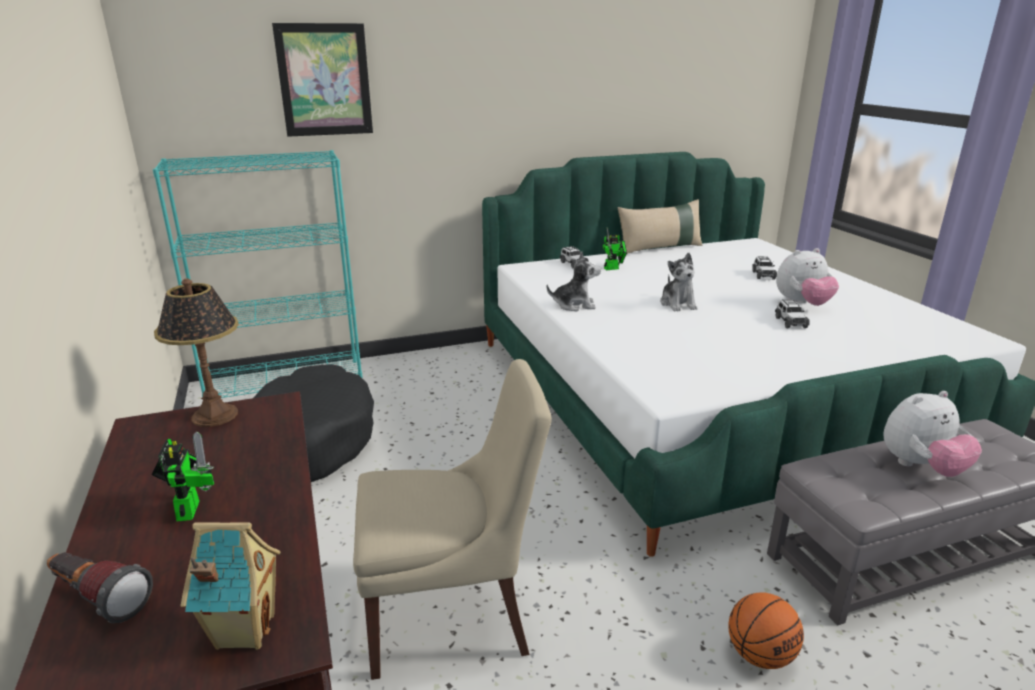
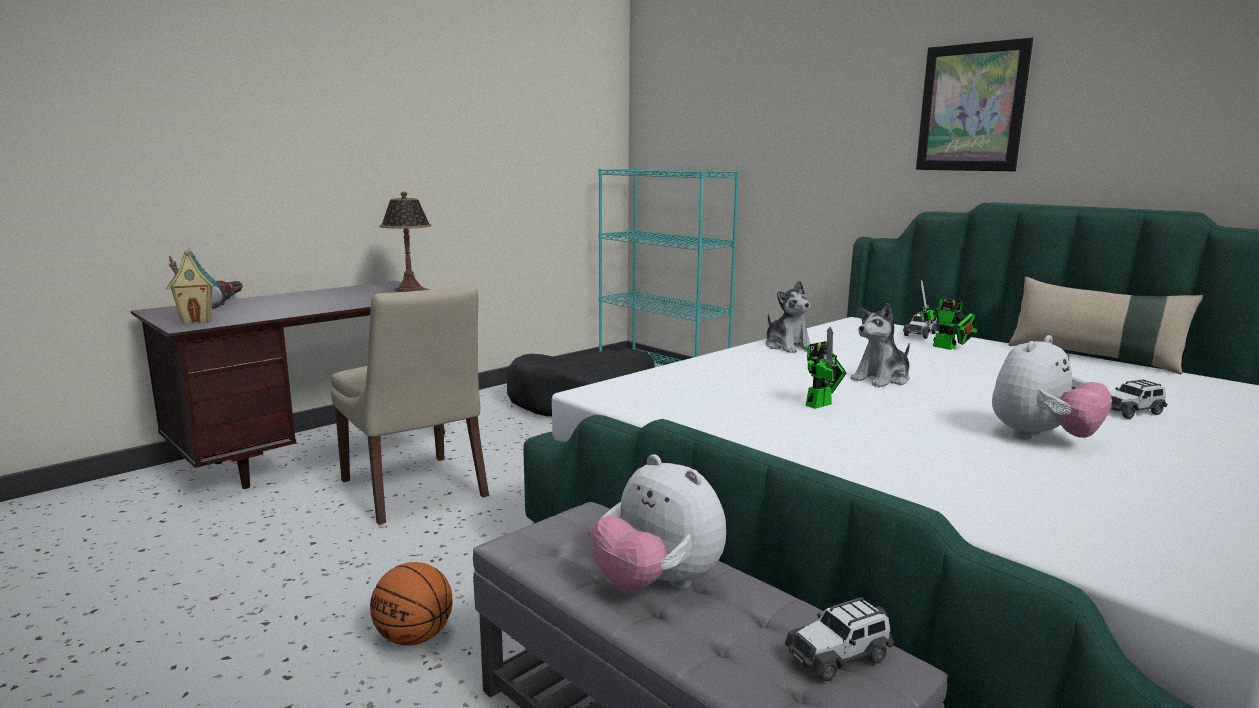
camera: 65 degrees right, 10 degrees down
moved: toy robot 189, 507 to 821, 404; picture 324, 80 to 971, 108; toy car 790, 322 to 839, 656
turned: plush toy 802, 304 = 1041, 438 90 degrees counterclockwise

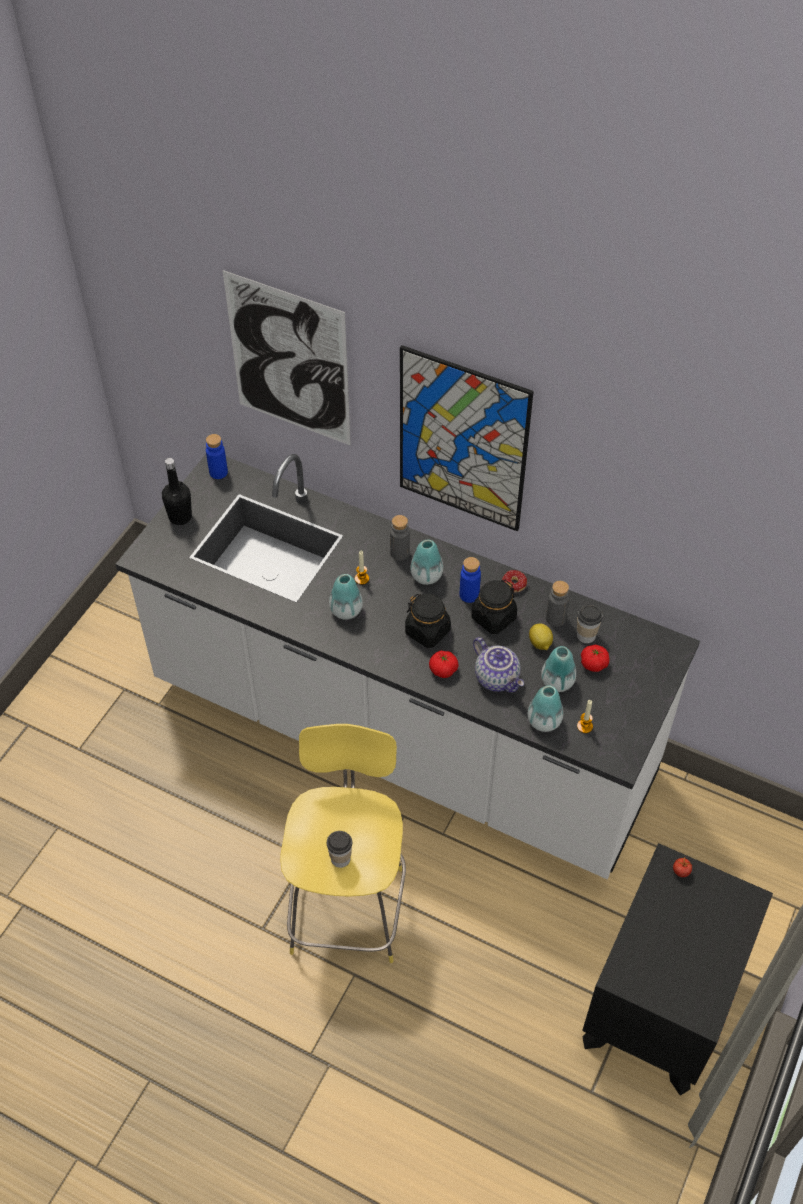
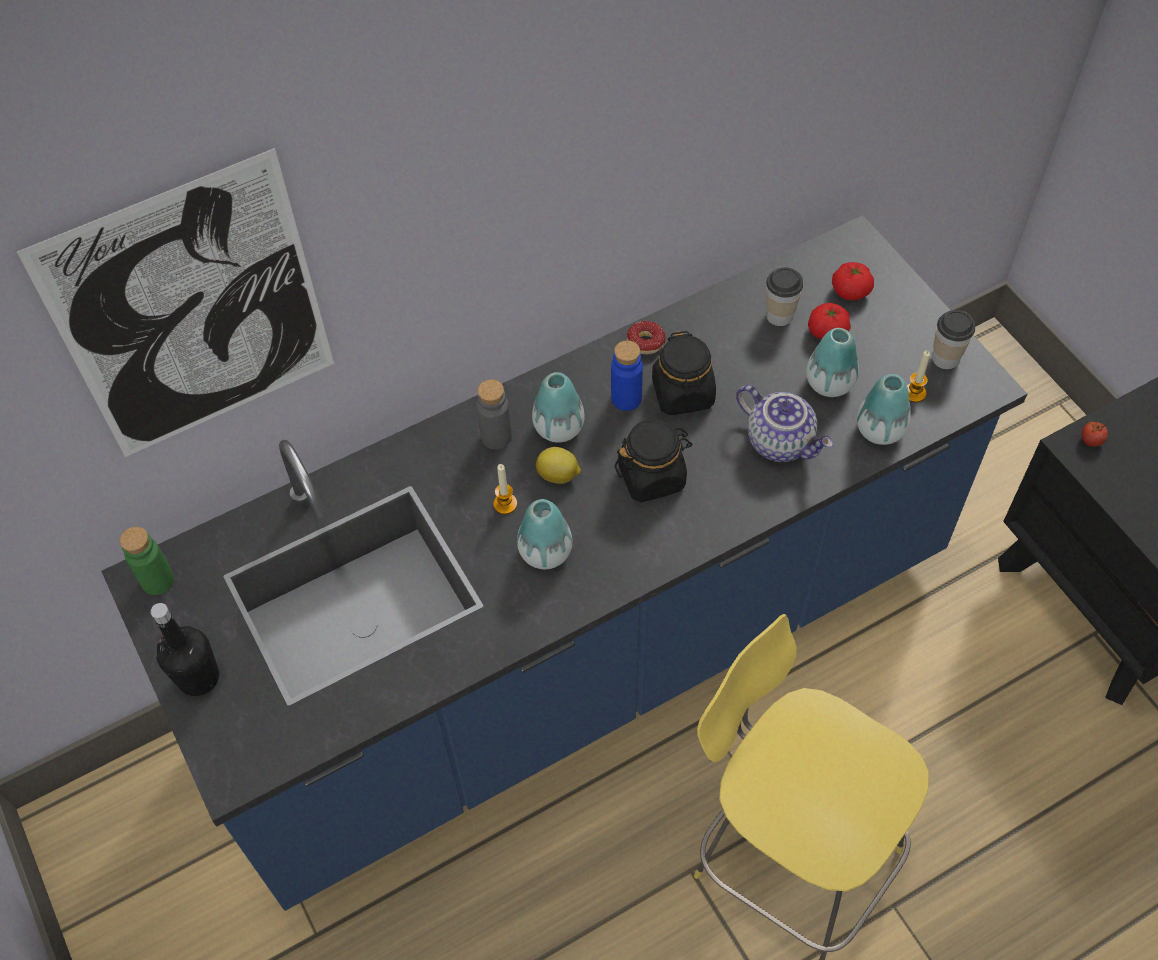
camera: 55 degrees left, 5 degrees up
removed: picture 462, 441; bottle (grey) 555, 618
moved: cup 340, 859 to 945, 358; tomato 443, 670 to 850, 291; lemon 540, 644 to 558, 475
recoloured: counter (white) 401, 733 to counter (blue) 585, 651; bottle (blue) 218, 472 to bottle (green) 158, 580
turned: teapot 498, 678 = 781, 441 45 degrees clockwise

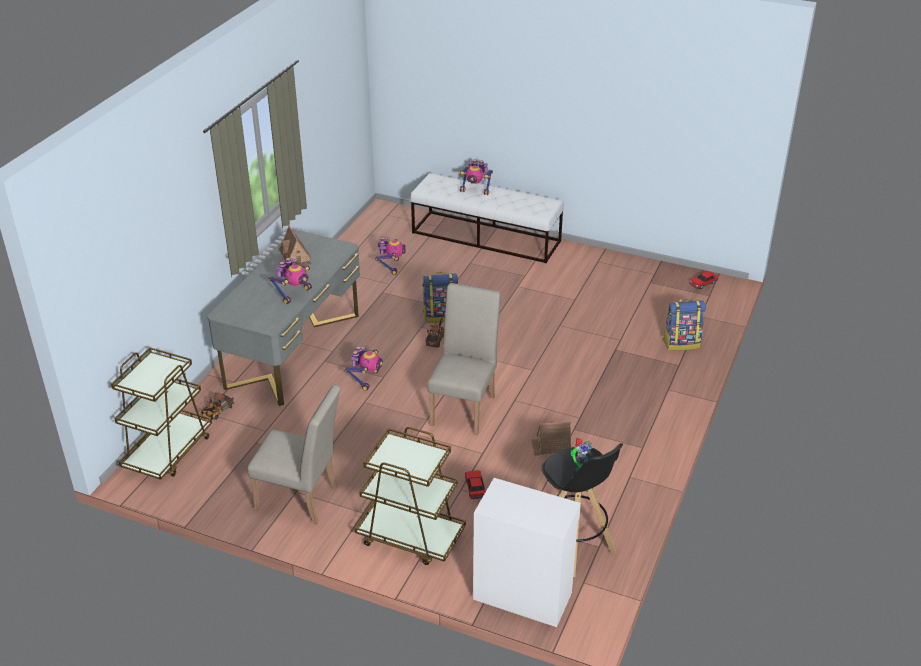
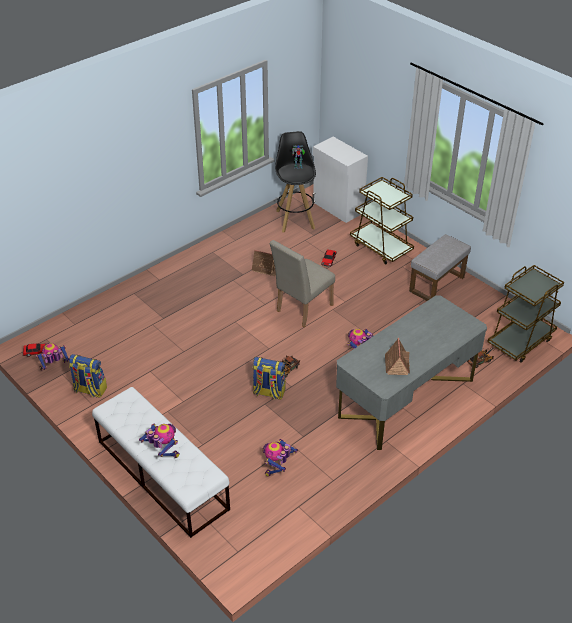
camera: 155 degrees left, 5 degrees up
moved: toy robot 294, 294 to 55, 368; backpack 681, 343 to 90, 390
replaced: chair (beige) 302, 500 to ottoman (grey) 436, 283

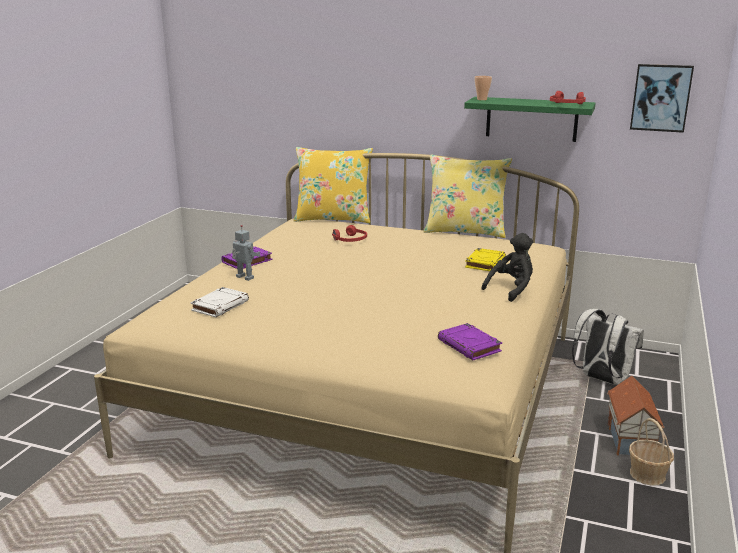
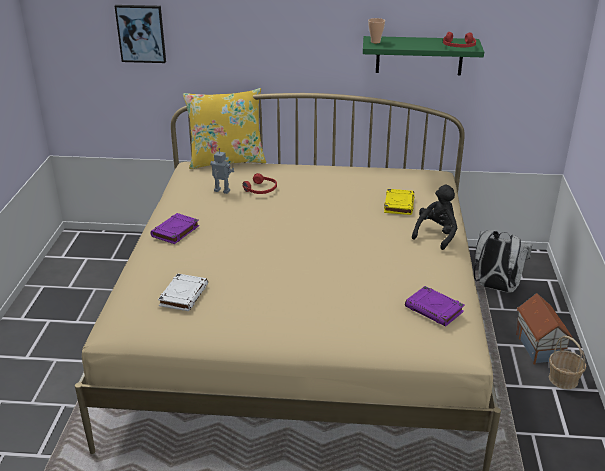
camera: 15 degrees left, 10 degrees up
removed: pillow (yellow) 465, 231
moved: toy robot 244, 278 to 221, 191; picture 661, 98 to 141, 33

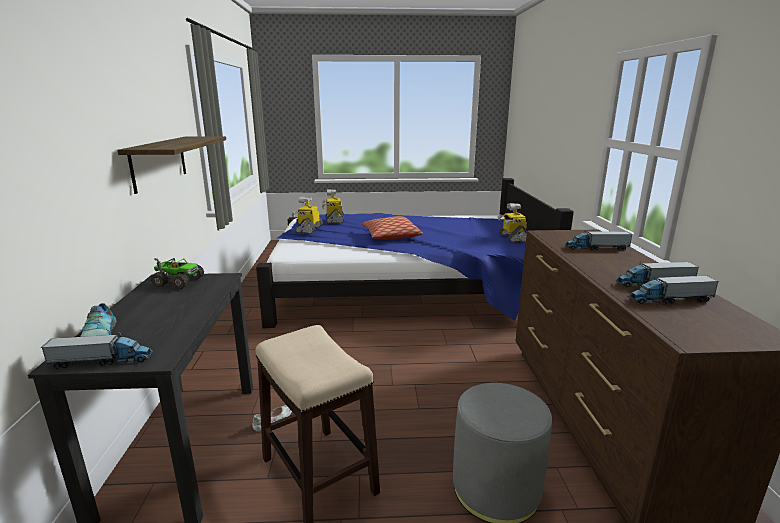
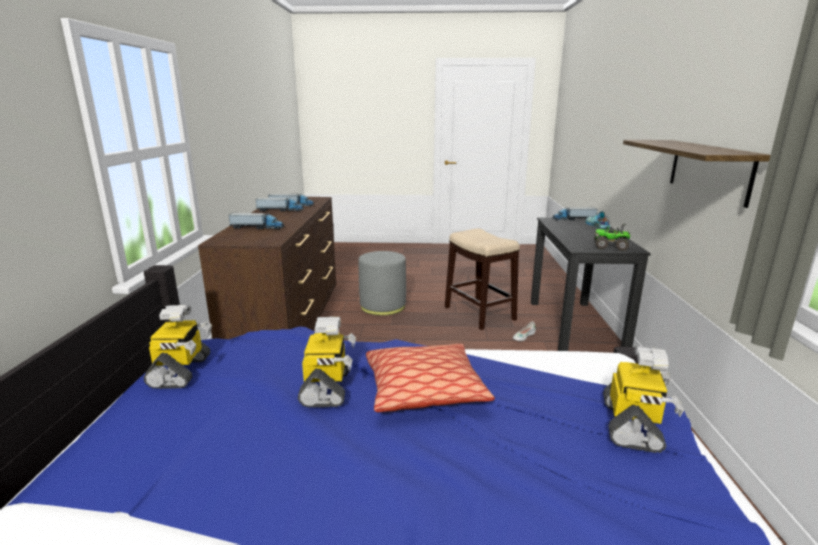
camera: 175 degrees left, 0 degrees up
moved: toy robot 334, 220 to 327, 388

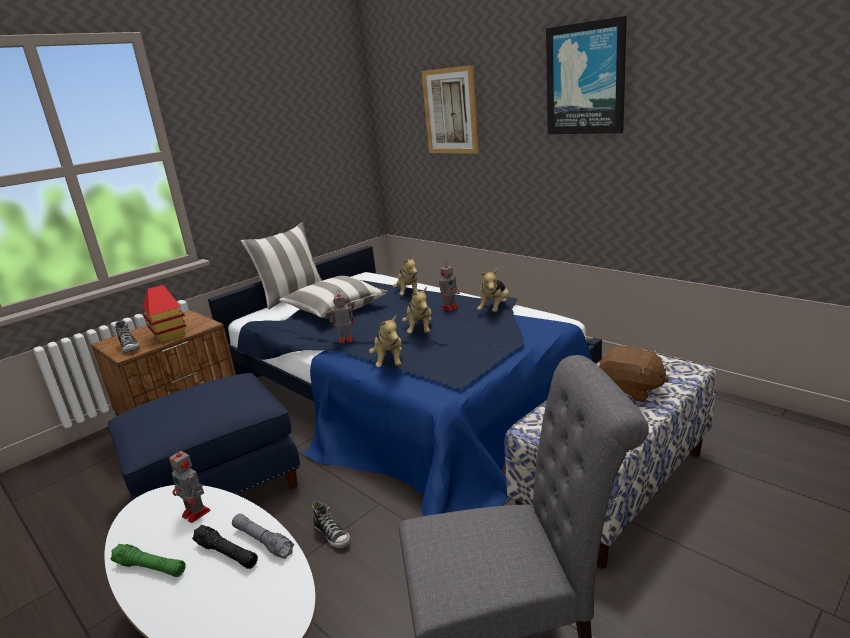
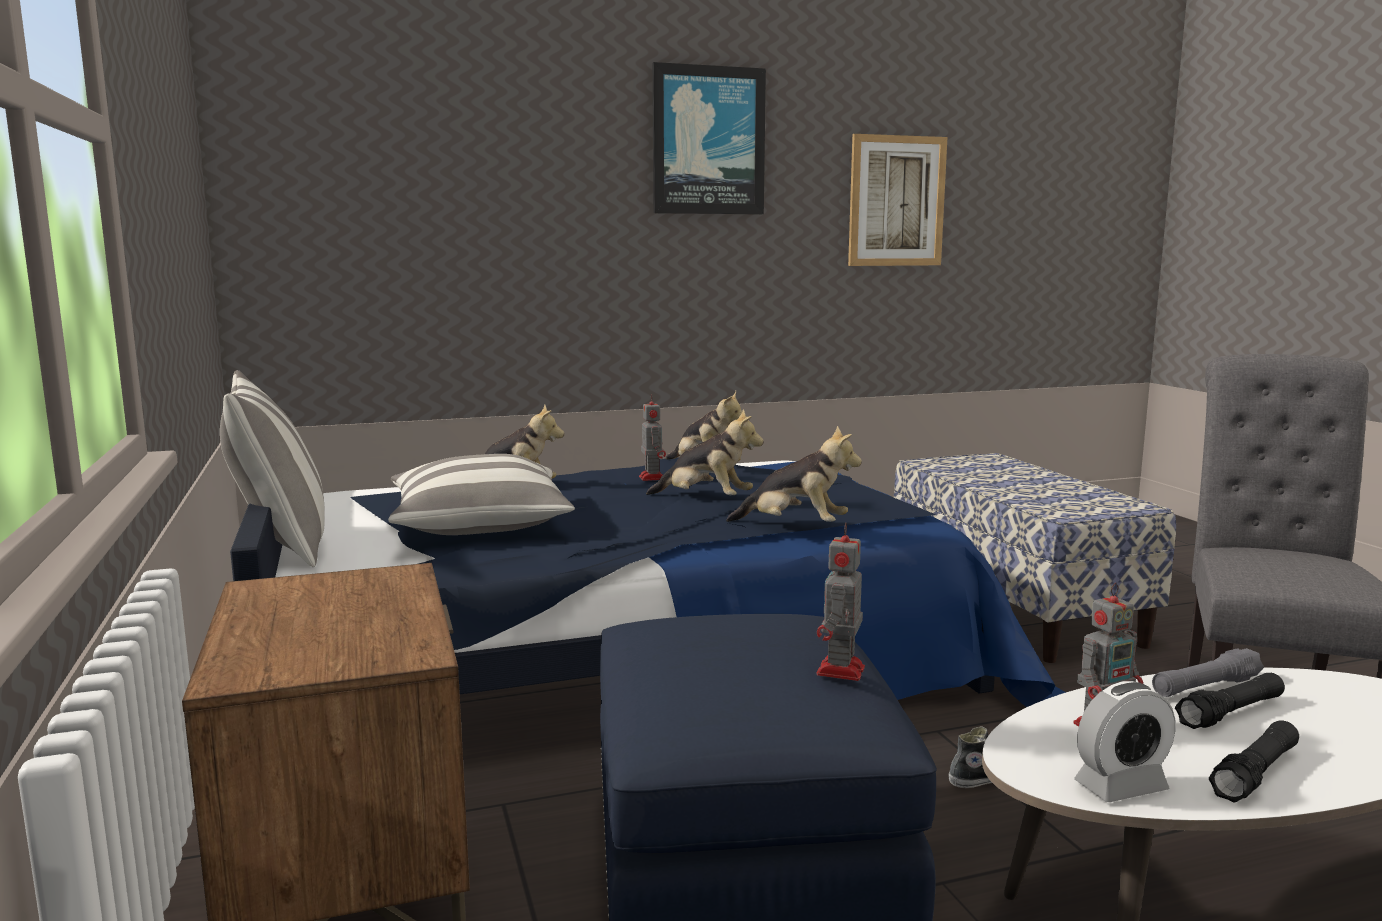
camera: 65 degrees left, 10 degrees down
removed: shoe 130, 347; toy house 169, 335; plush toy (brown) 630, 390
added: alarm clock 1121, 787
moved: toy robot 344, 339 to 840, 672; picture 450, 111 to 896, 201
recoloured: flashlight (green) 151, 568 to flashlight (black) 1255, 773

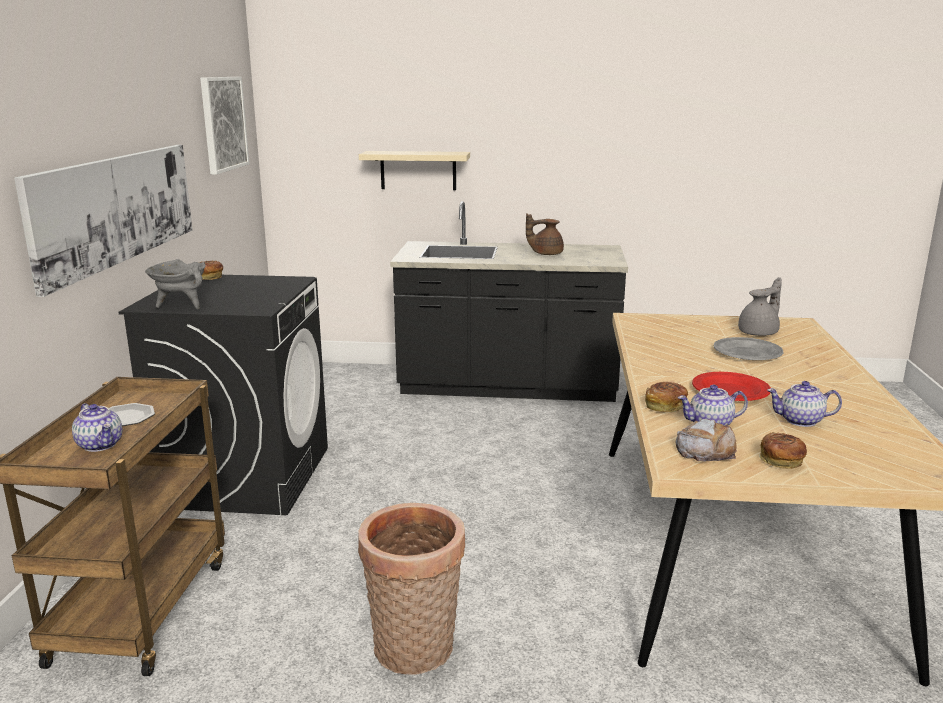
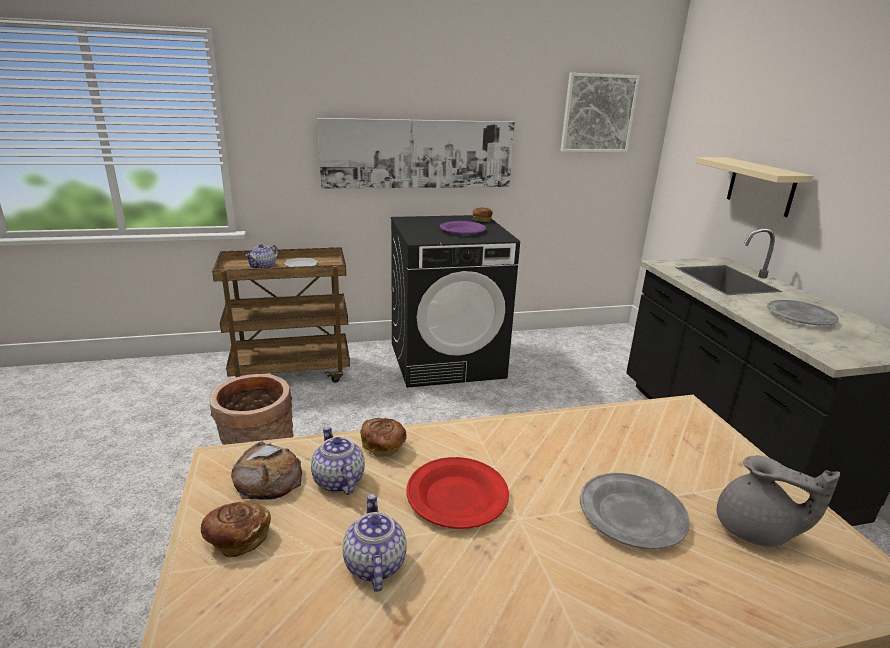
camera: 70 degrees right, 5 degrees up
removed: cooking pot (grey) 181, 305
added: plate (purple) 462, 230
replaced: teapot (brown) 545, 253 to plate (grey) 800, 316

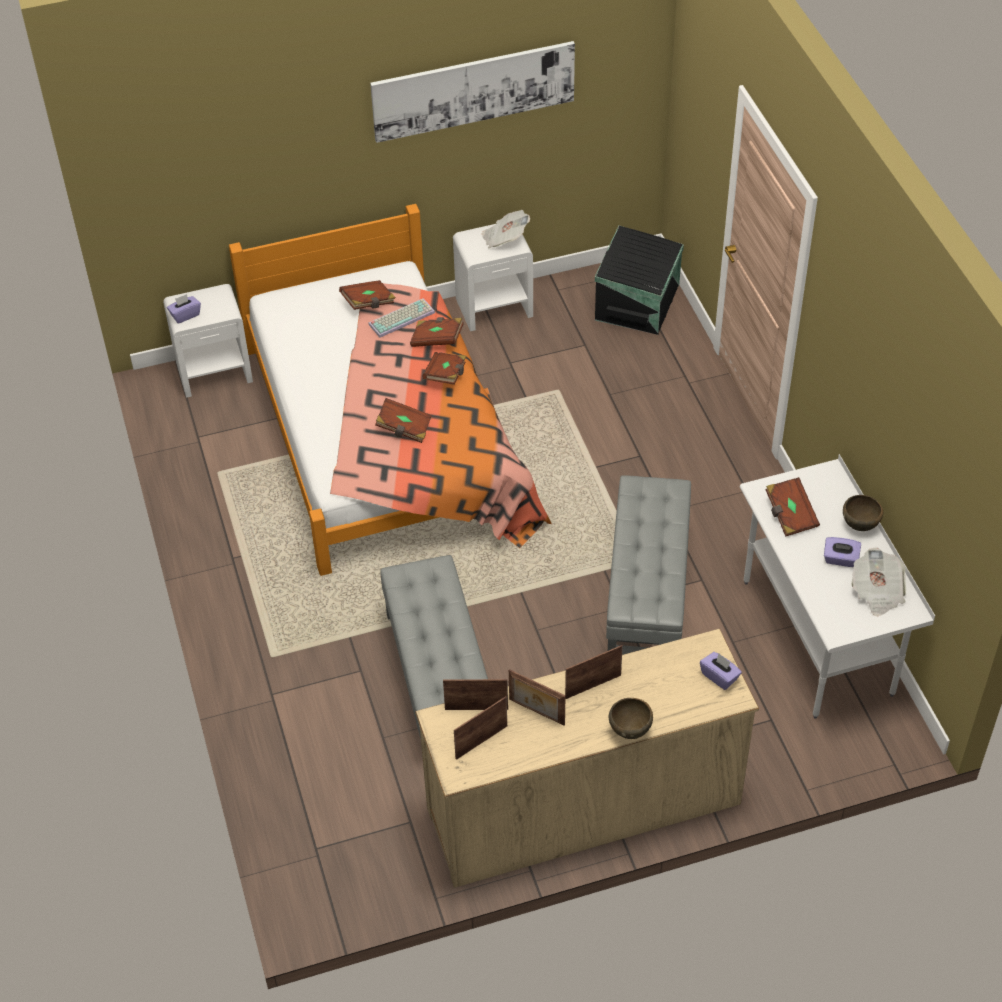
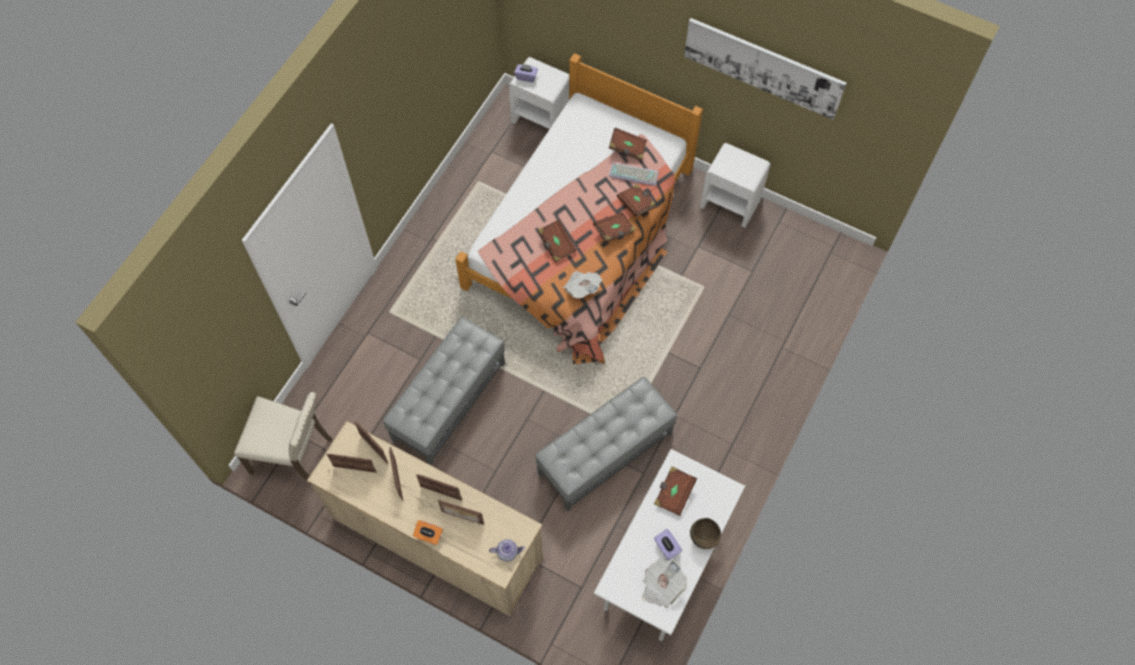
camera: 45 degrees right, 15 degrees up
removed: storage box (black) 639, 301
added: chair (beige) 294, 454; picture frame 462, 518
moved: newspaper 505, 239 to 582, 288
replaced: bowl (brown) 630, 730 to tissue box (orange) 429, 535; tissue box (purple) 719, 676 to teapot 507, 552

